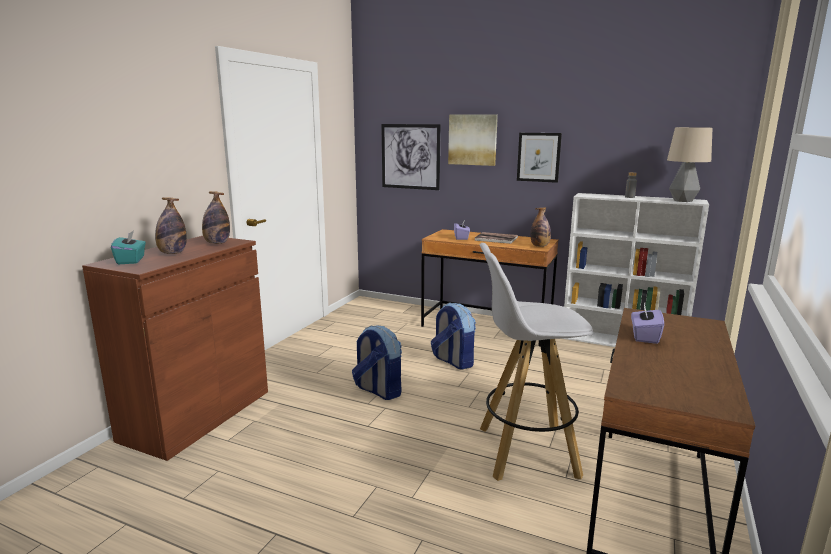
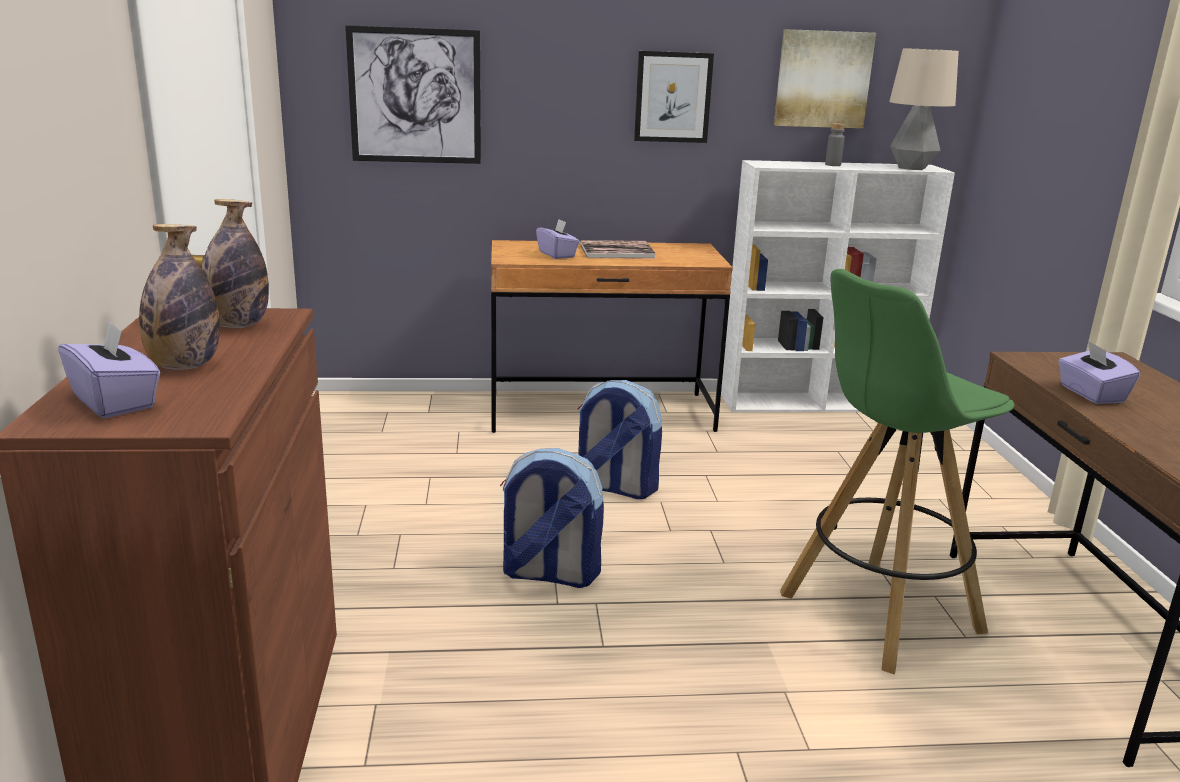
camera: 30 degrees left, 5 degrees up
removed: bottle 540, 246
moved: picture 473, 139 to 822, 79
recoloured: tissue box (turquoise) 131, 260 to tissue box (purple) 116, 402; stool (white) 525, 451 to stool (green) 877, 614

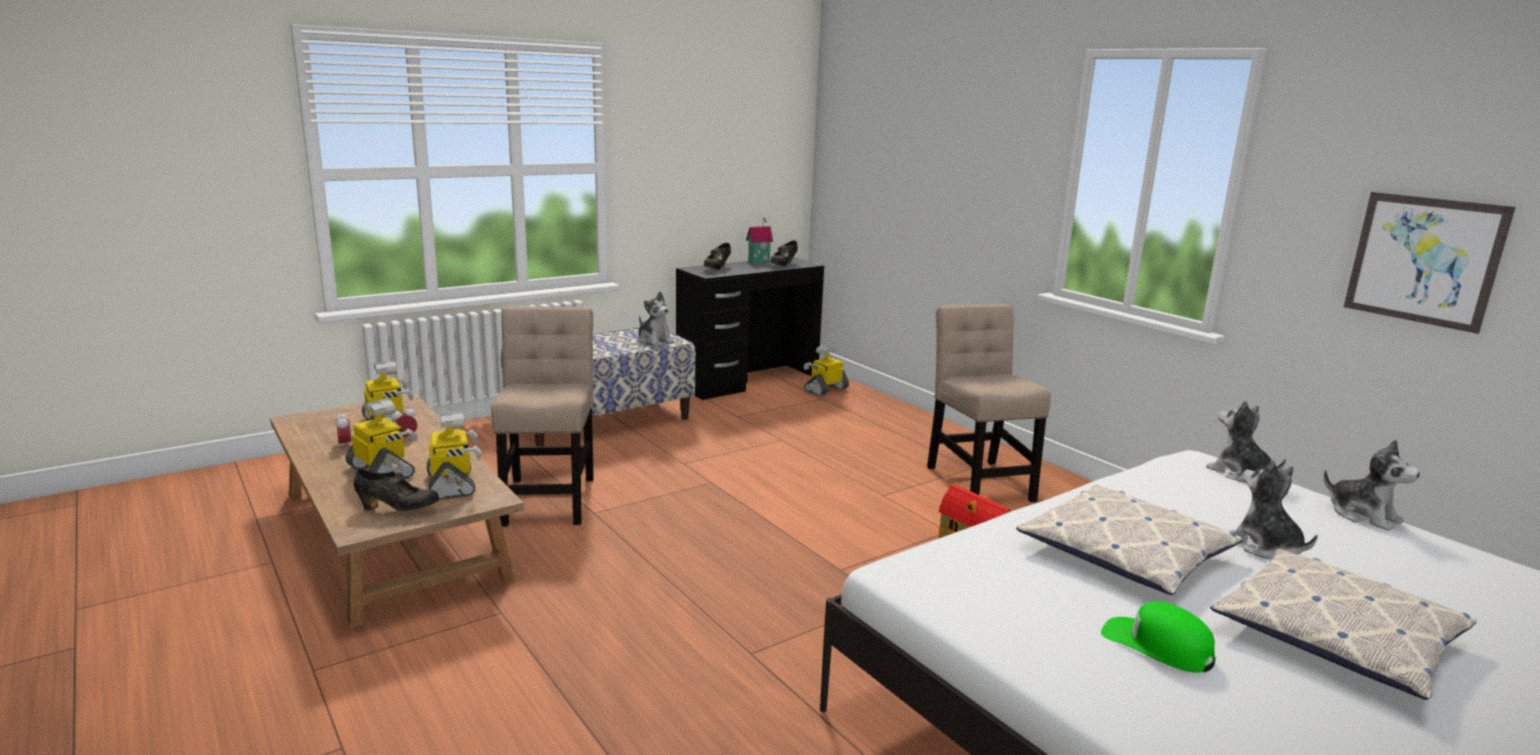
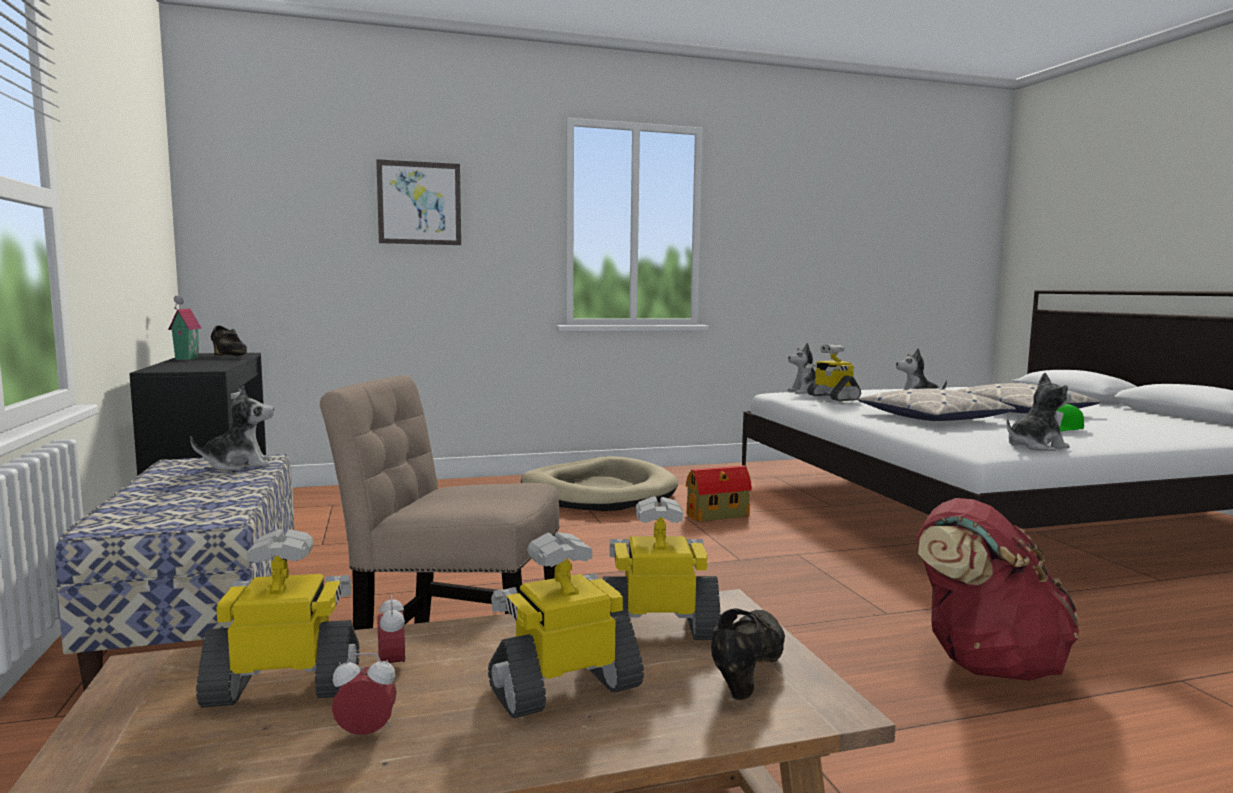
camera: 70 degrees left, 10 degrees down
removed: shoe (black) 717, 269
added: backpack (red) 985, 663
moved: toy robot 825, 390 to 831, 397; plush toy 1363, 515 to 1035, 446; picture 1424, 260 to 419, 203
replaced: chair (beige) 978, 480 to dog bed (beige) 598, 492

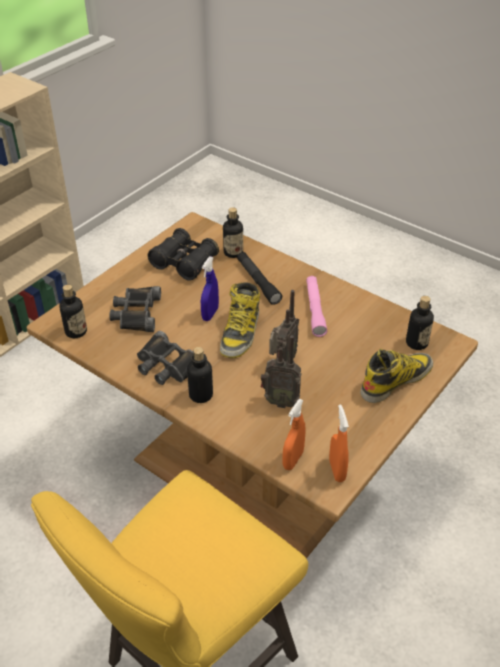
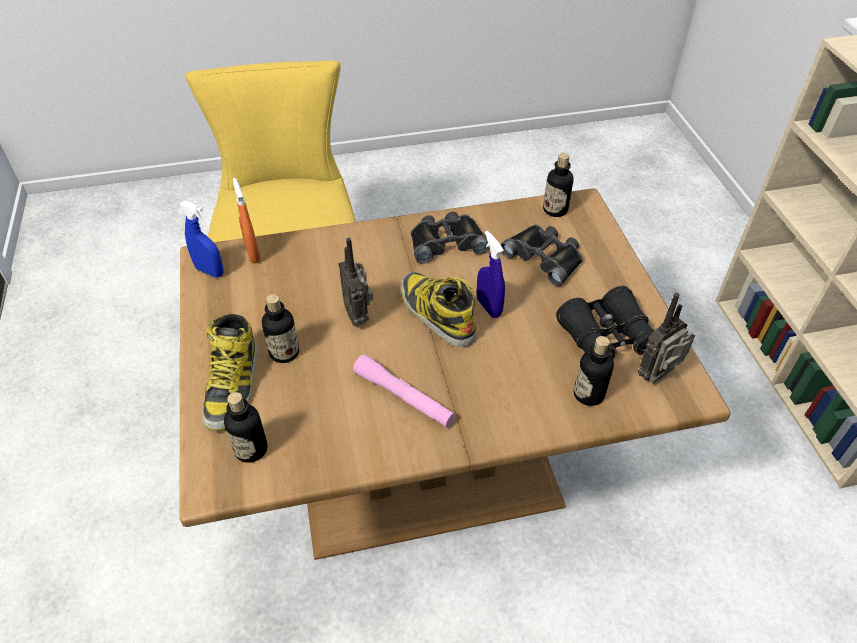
camera: 130 degrees right, 5 degrees up
removed: flashlight (black) 258, 282
moved: bottle 201, 395 to 284, 352; radio 280, 401 to 659, 377
recoloured: spray bottle (orange) 337, 470 to spray bottle (blue) 209, 271

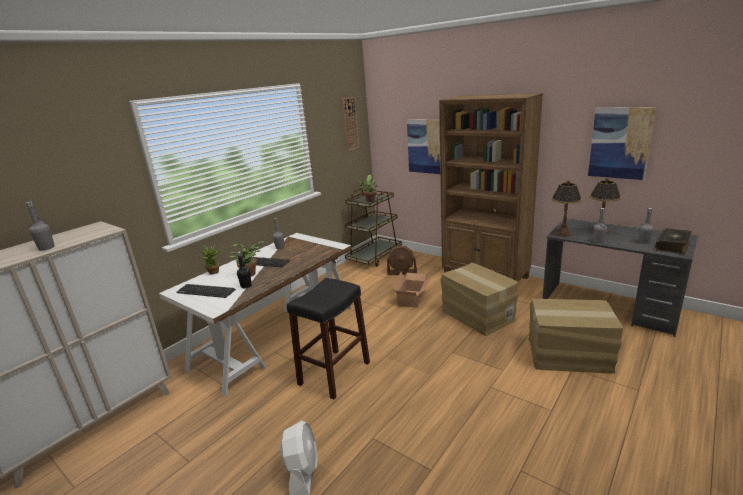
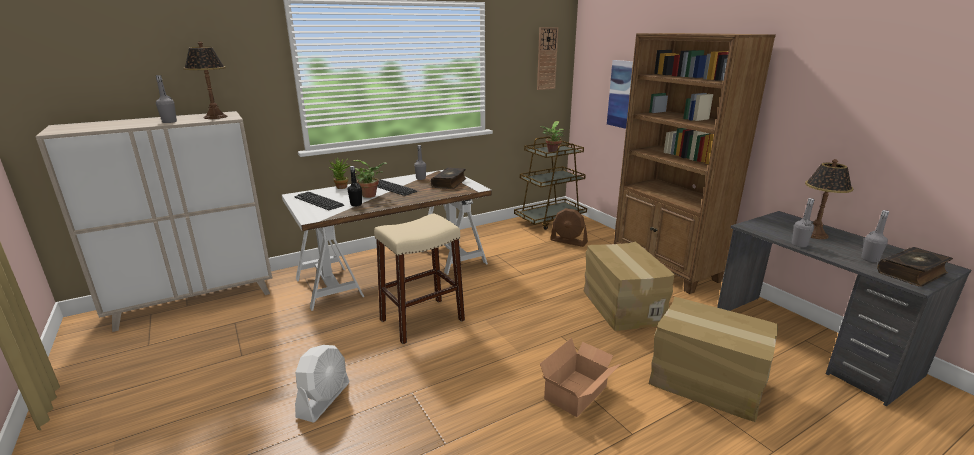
camera: 20 degrees right, 0 degrees up
removed: picture 620, 143
added: book 450, 183
moved: cardboard box 413, 298 to 578, 393; table lamp 563, 233 to 215, 117
recoloured: stool (black) 334, 373 to stool (beige) 422, 320

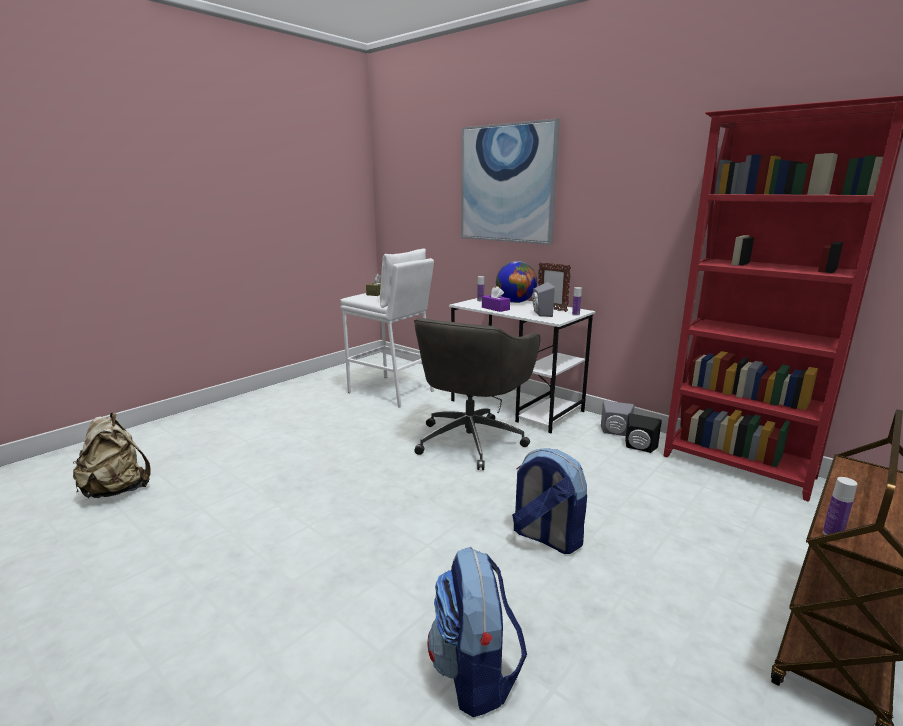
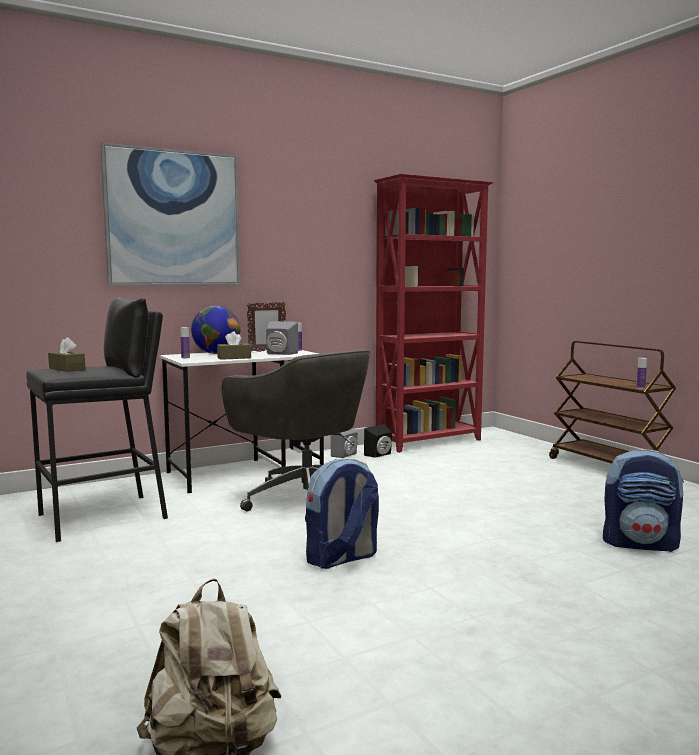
camera: 70 degrees left, 10 degrees down
moved: backpack 545, 537 to 341, 558
recoloured: stool (white) 391, 391 to stool (black) 103, 517; tissue box (purple) 495, 308 to tissue box (brown) 234, 358

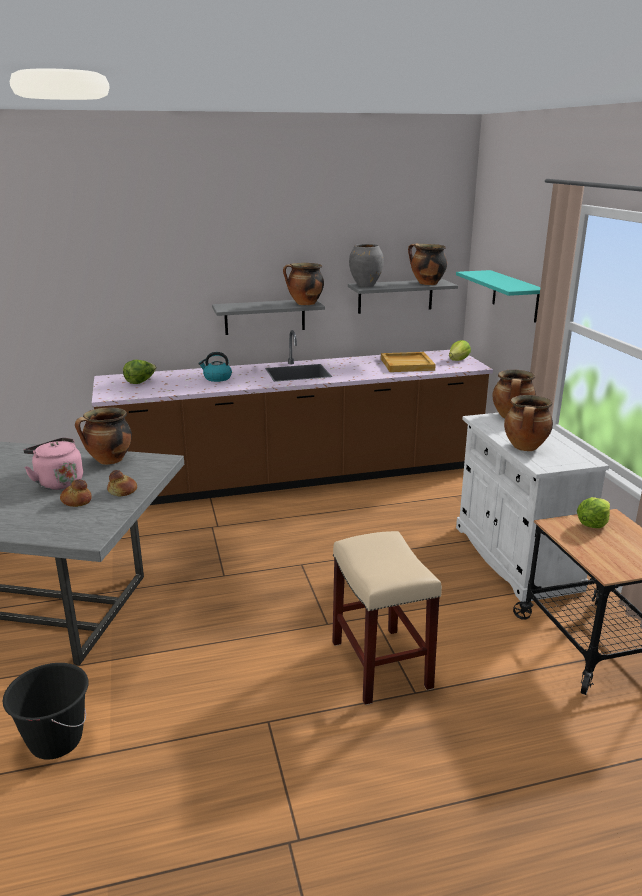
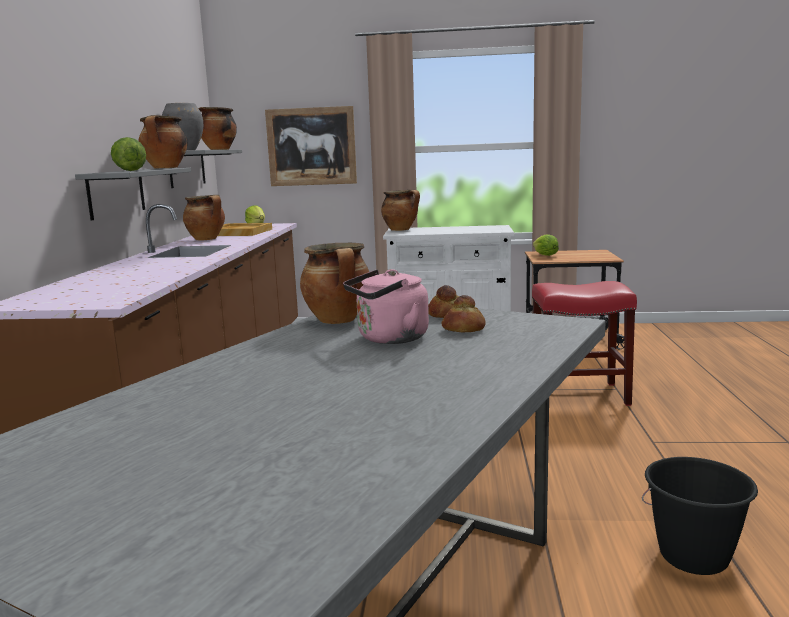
camera: 70 degrees left, 10 degrees down
removed: kettle 217, 378
moved: lettuce 140, 382 to 129, 171; cooking pot 525, 448 to 207, 239
replaced: shelf (turquoise) 515, 296 to picture 311, 146
recoloured: stool (beige) 382, 665 to stool (red) 580, 394

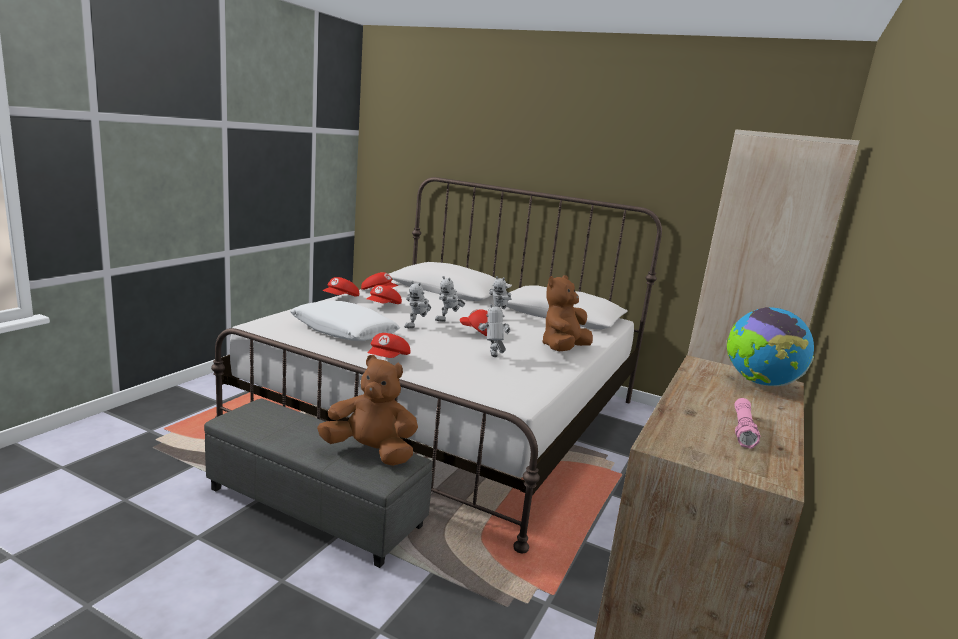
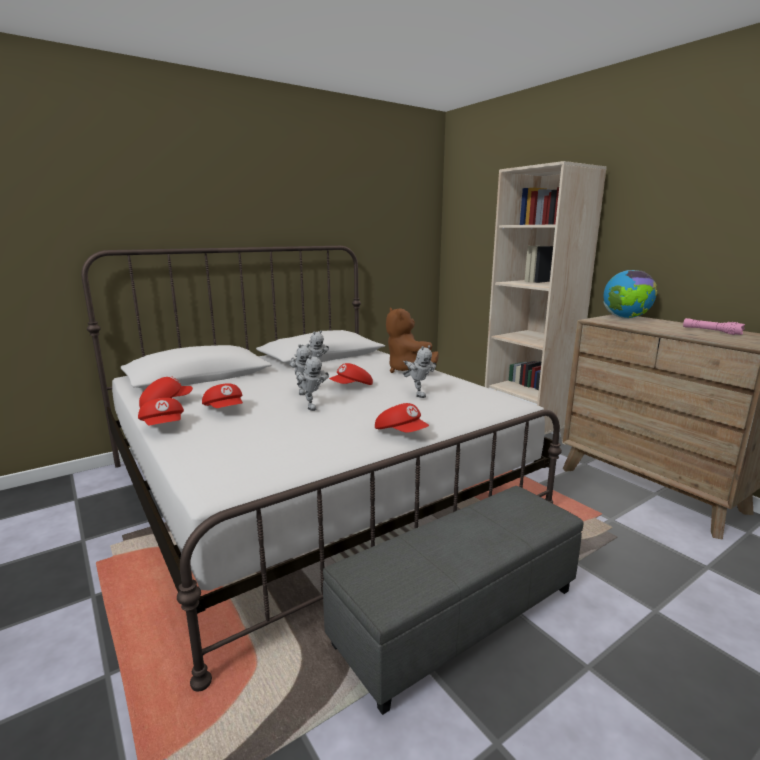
camera: 60 degrees left, 0 degrees up
removed: pillow (white) 343, 331; plush toy (brown) 370, 452
turned: toy robot 493, 358 = 418, 394 135 degrees counterclockwise

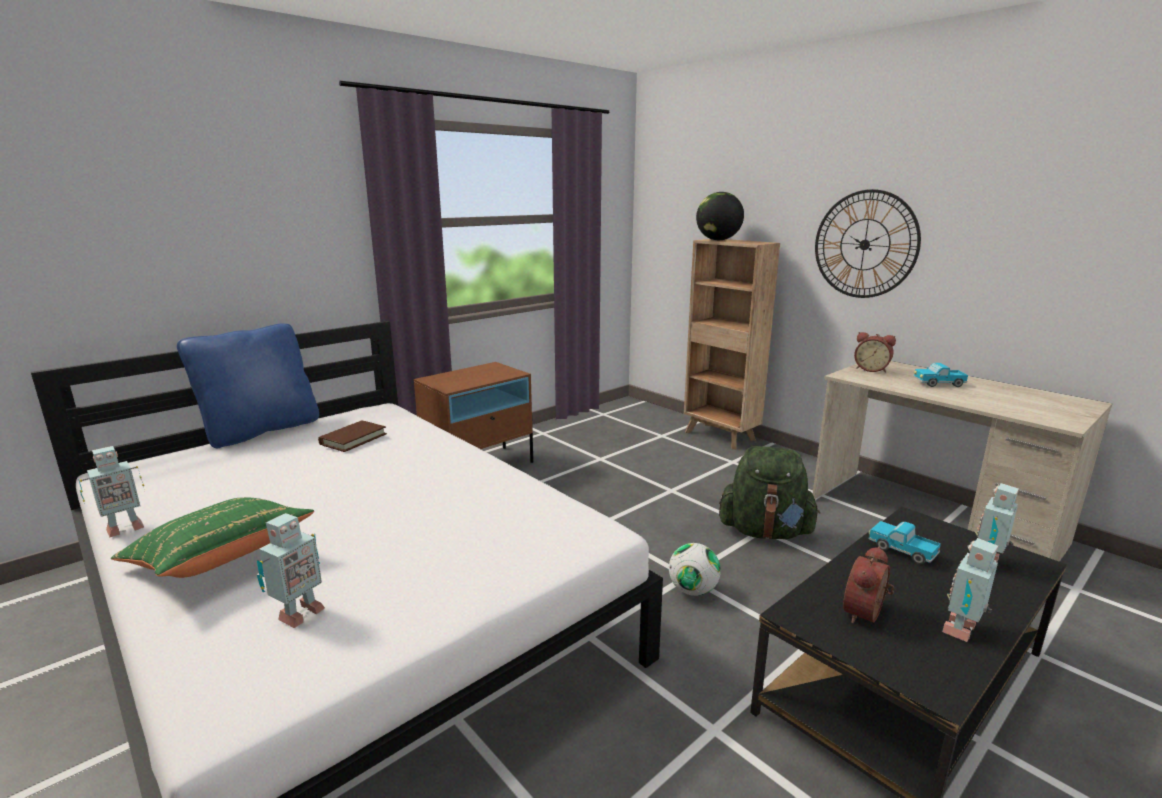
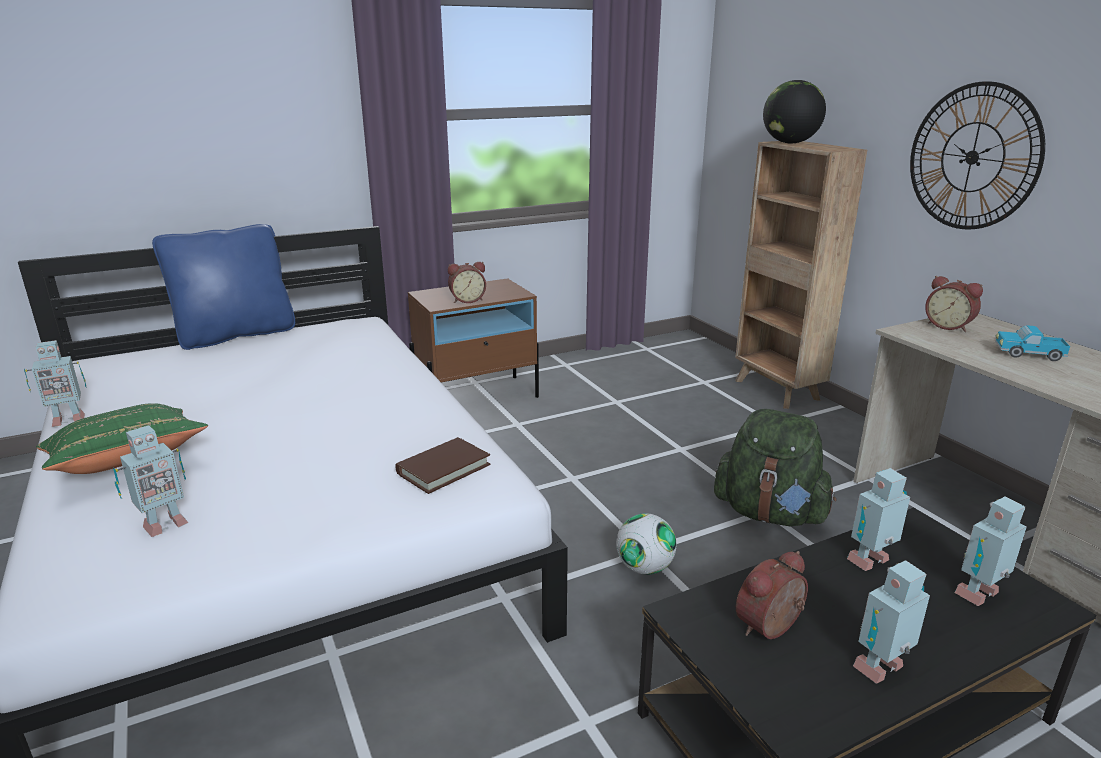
camera: 15 degrees right, 5 degrees up
added: alarm clock 467, 300
moved: book (brown) 353, 439 to 443, 469
replaced: toy truck 901, 551 to toy robot 871, 562

